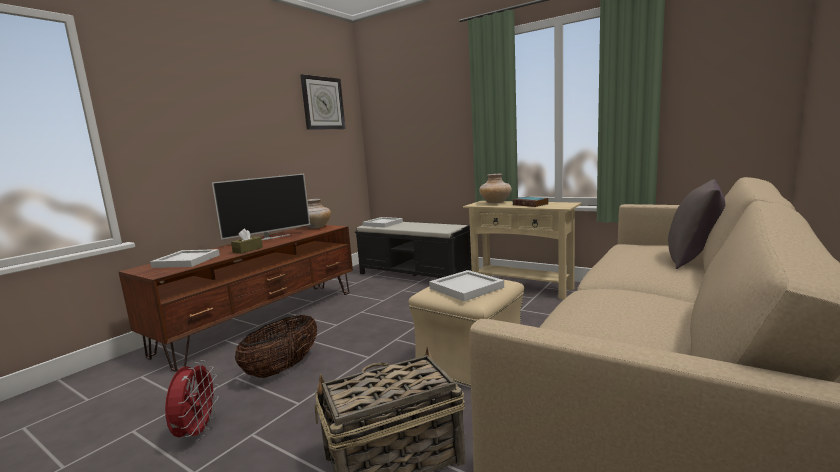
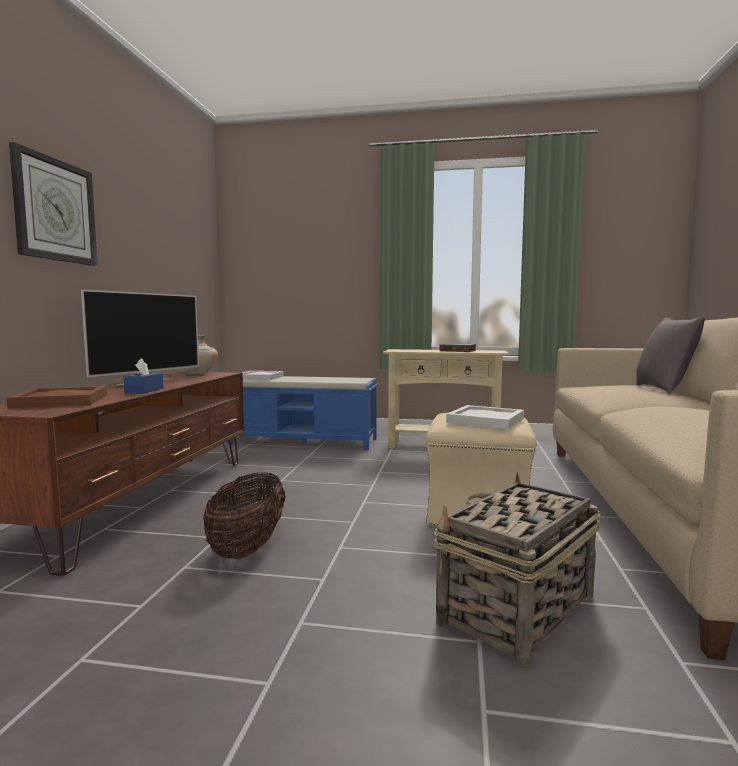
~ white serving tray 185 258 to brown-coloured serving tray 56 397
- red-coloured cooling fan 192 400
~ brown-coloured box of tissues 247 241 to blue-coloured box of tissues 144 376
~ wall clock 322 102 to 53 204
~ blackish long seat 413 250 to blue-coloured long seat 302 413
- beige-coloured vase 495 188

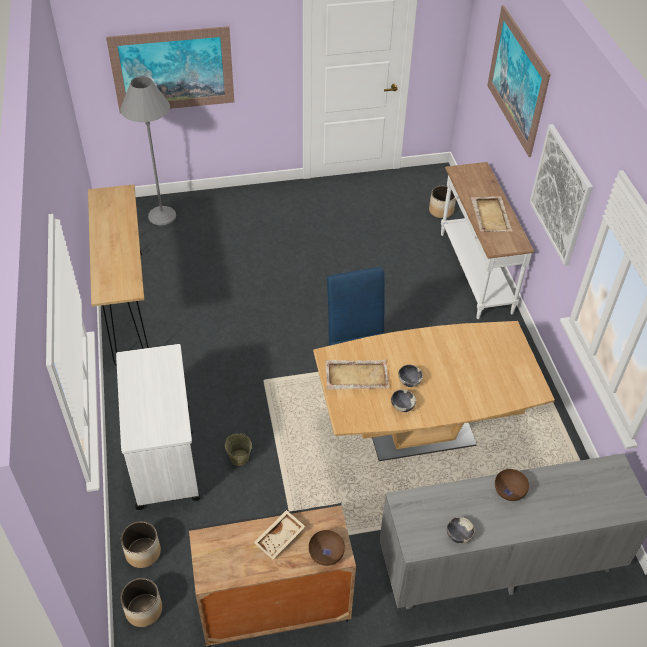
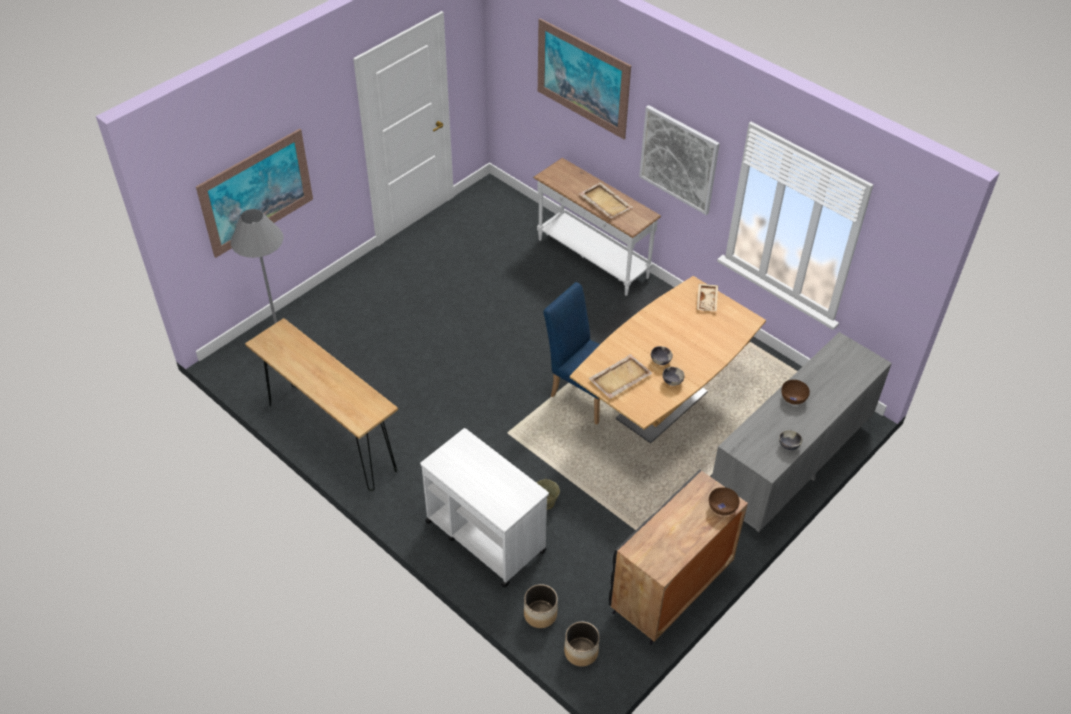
~ beige-coloured serving tray 280 535 to 707 297
- plant pot 442 202

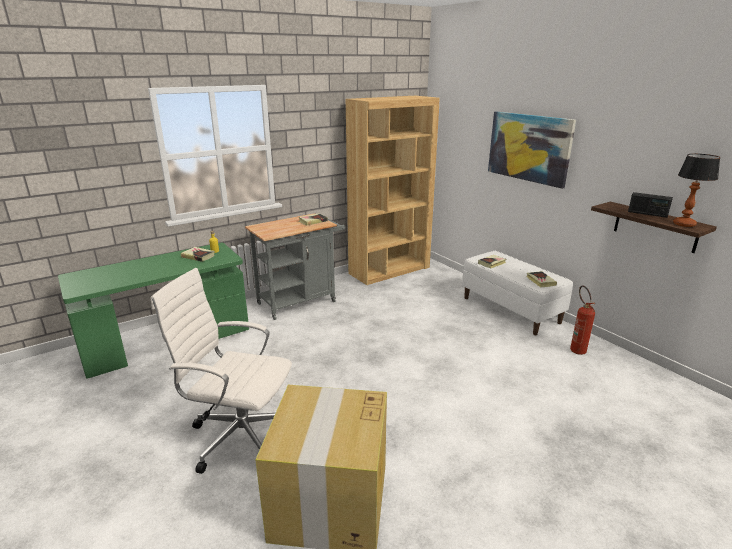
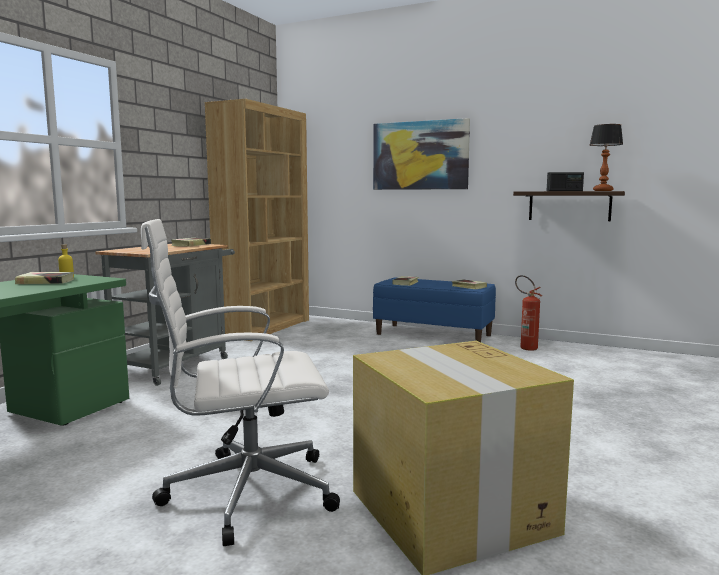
~ white long seat 517 293 to blue-coloured long seat 434 310

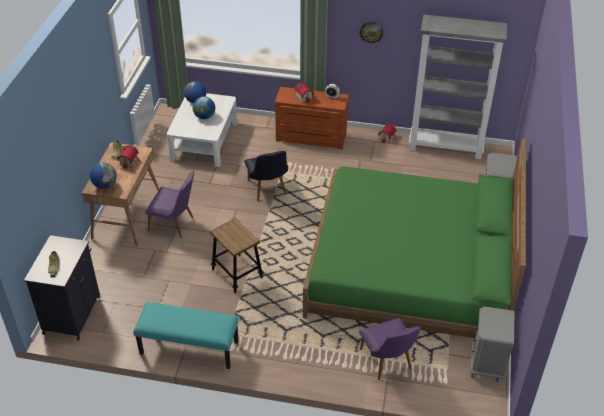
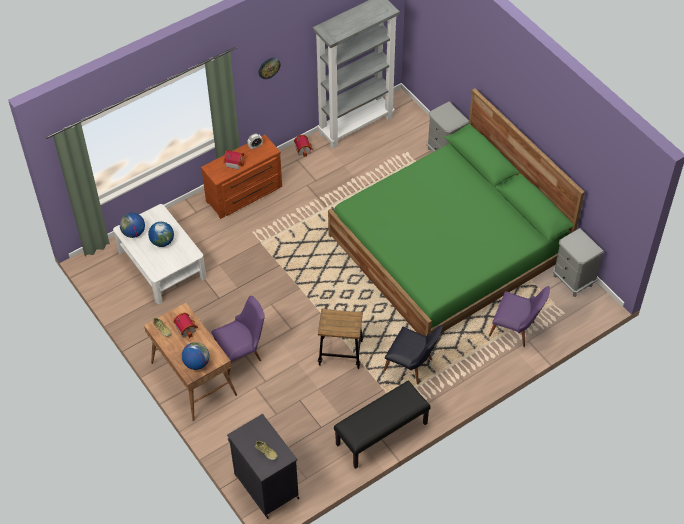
~ turquoise long seat 186 335 to blackish long seat 382 425
~ blackish chair 266 176 to 413 354

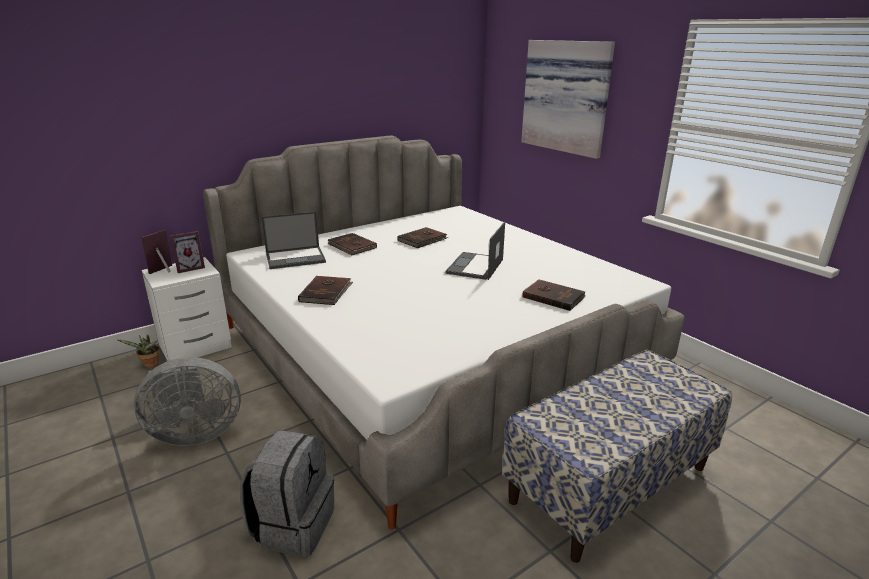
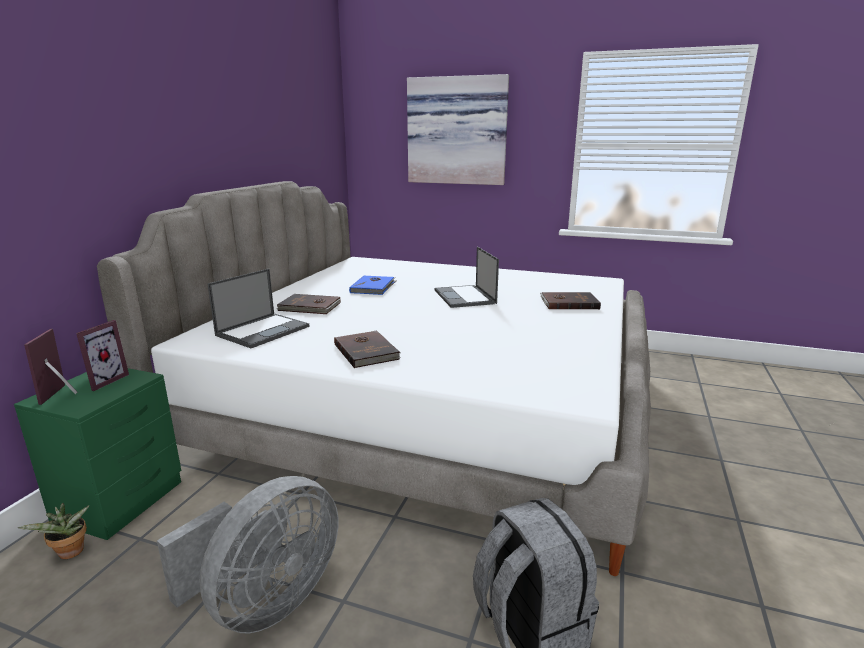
~ white night table 187 309 to greenish night table 97 454
~ brown-coloured book 422 237 to blue-coloured book 372 285
- long seat 617 456

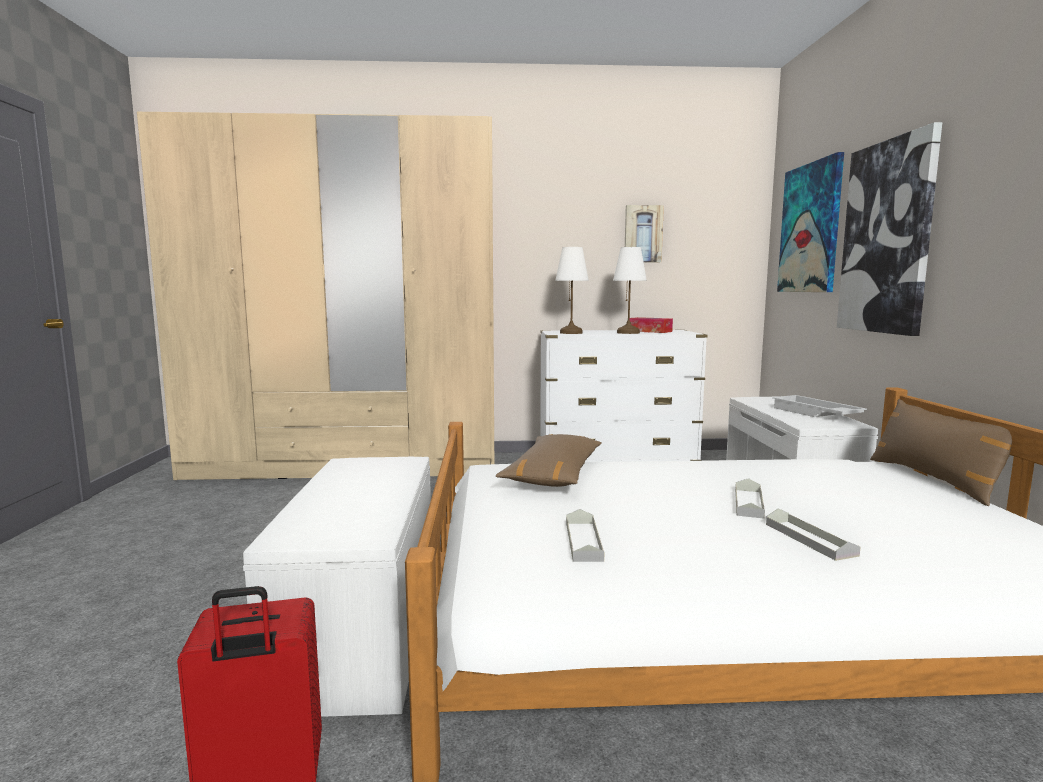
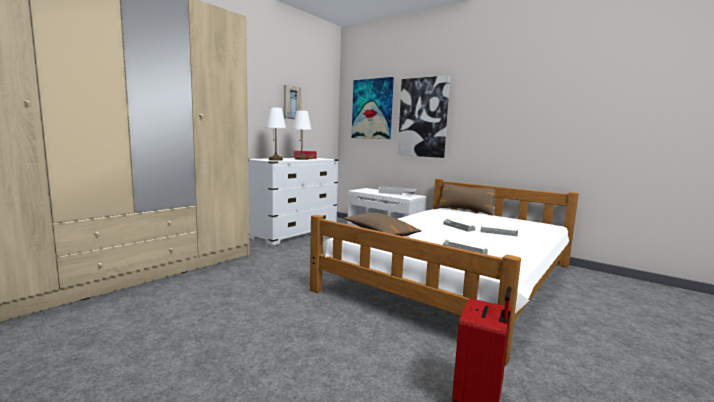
- white long seat 337 587

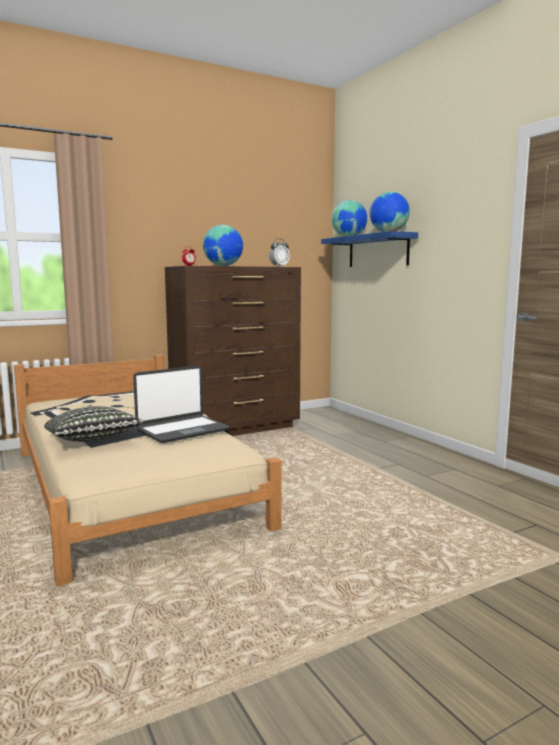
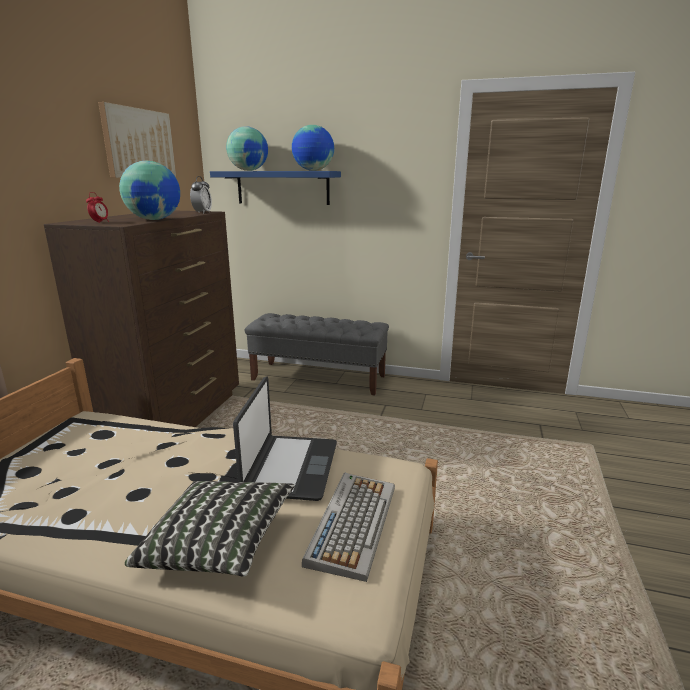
+ wall picture 137 140
+ gray long seat 317 354
+ computer keyboard 348 527

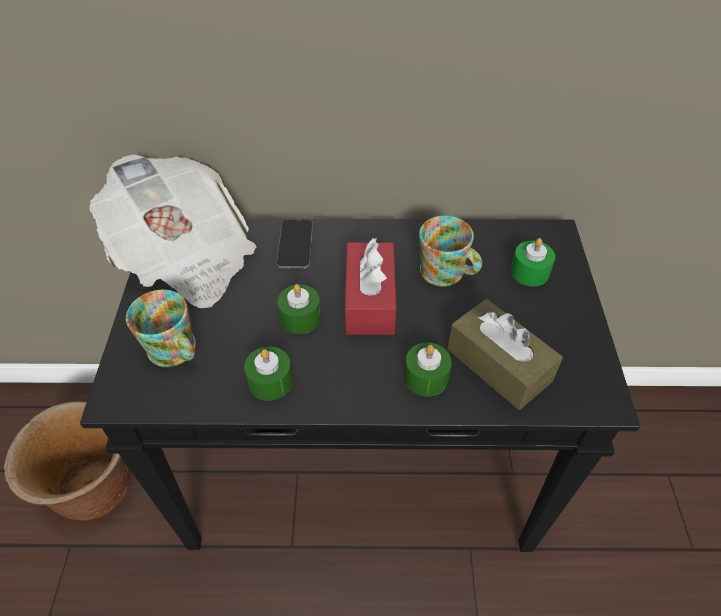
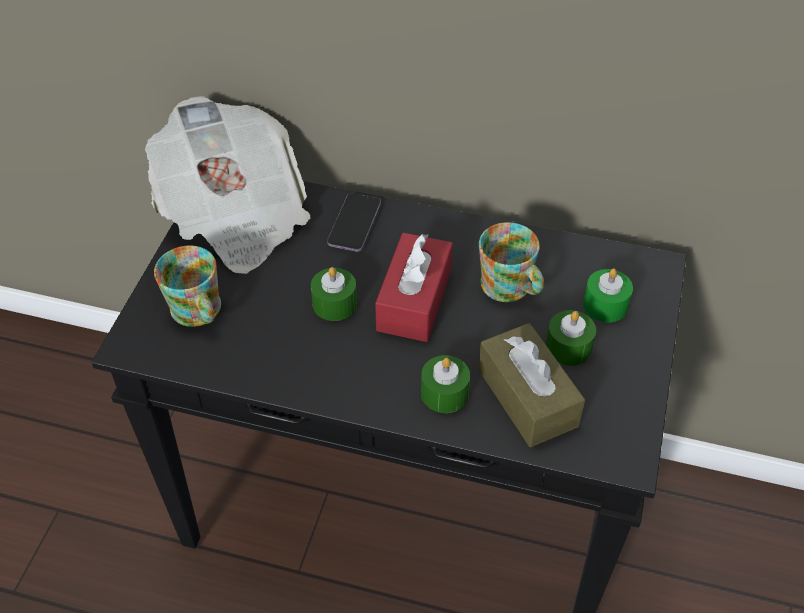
- brown-coloured plant pot 67 461
~ greenish wax light 268 374 to 571 338

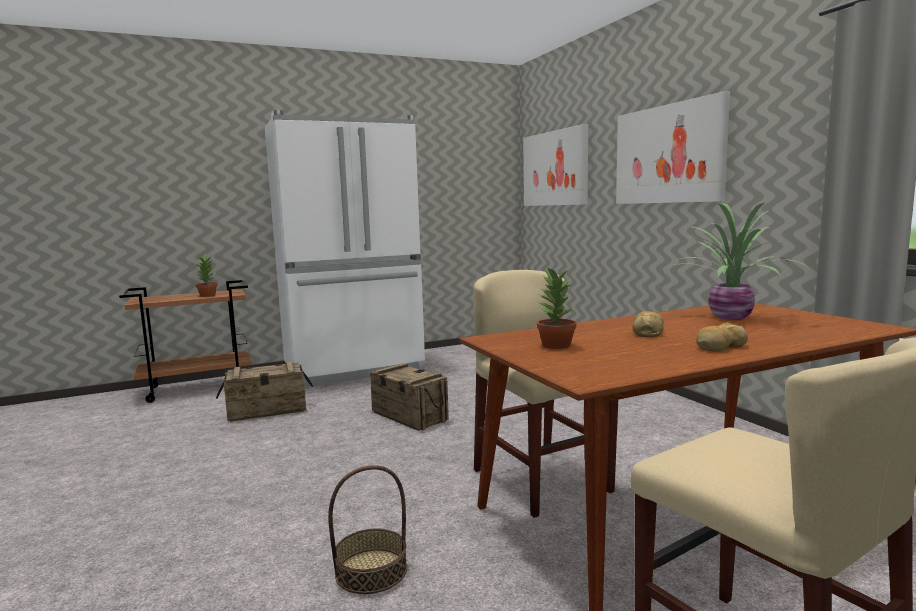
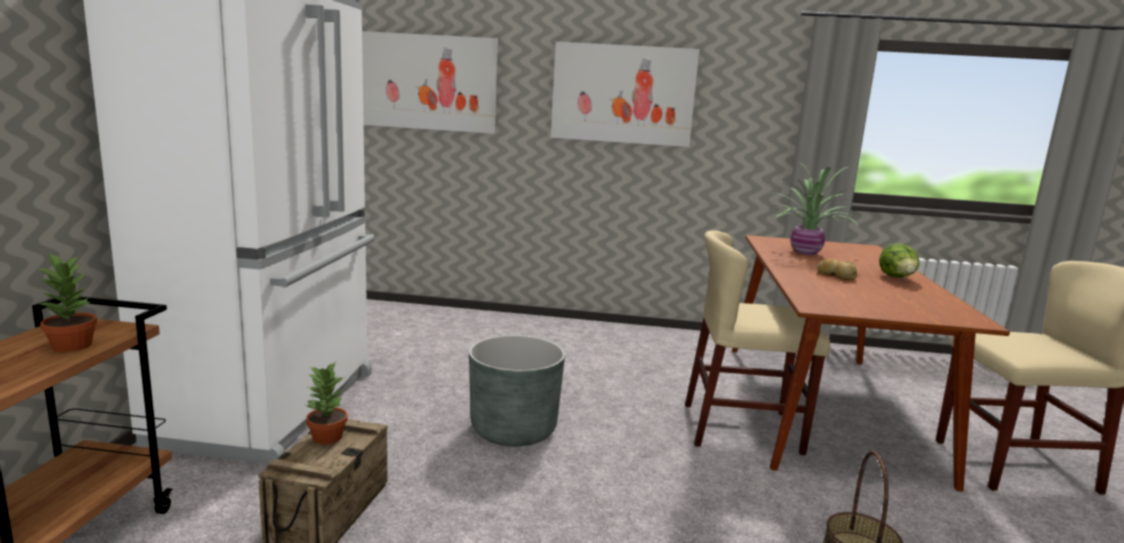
~ shipping crate 409 397 to gray plant pot 517 390
~ houseplant 556 307 to 327 403
~ bakery bread 722 337 to lettuce head 899 260

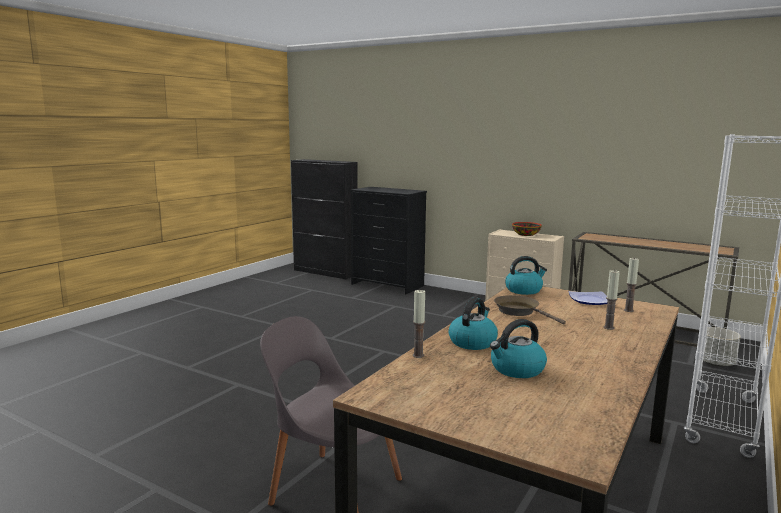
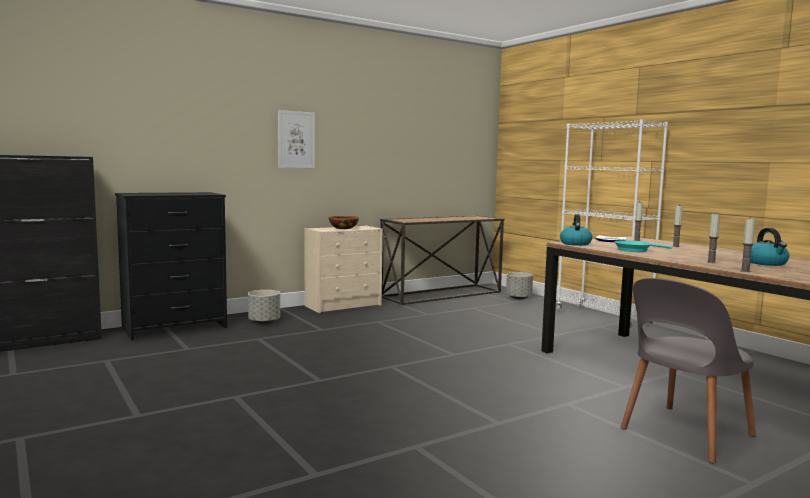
~ tea kettle 473 323 to wax light 713 238
~ brown-coloured frying pan 530 309 to turquoise frying pan 643 246
+ gray plant pot 264 307
+ wall picture 296 139

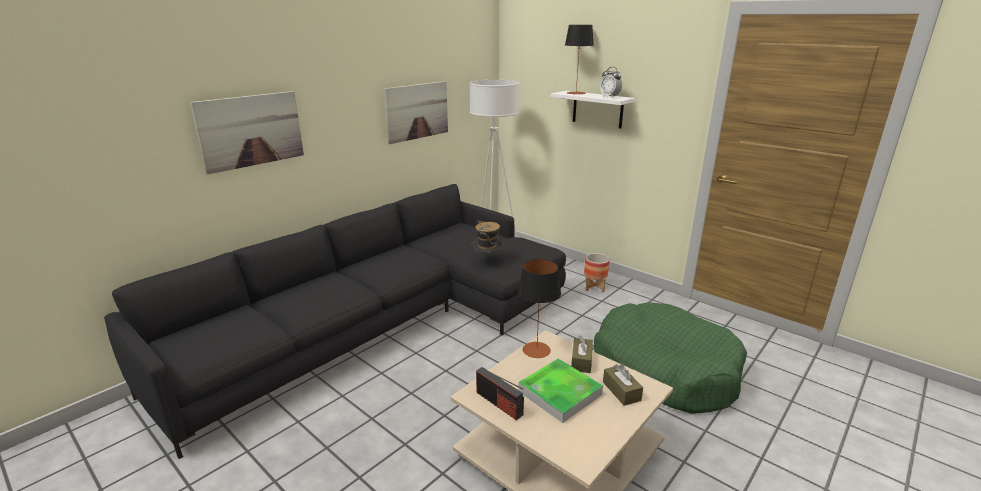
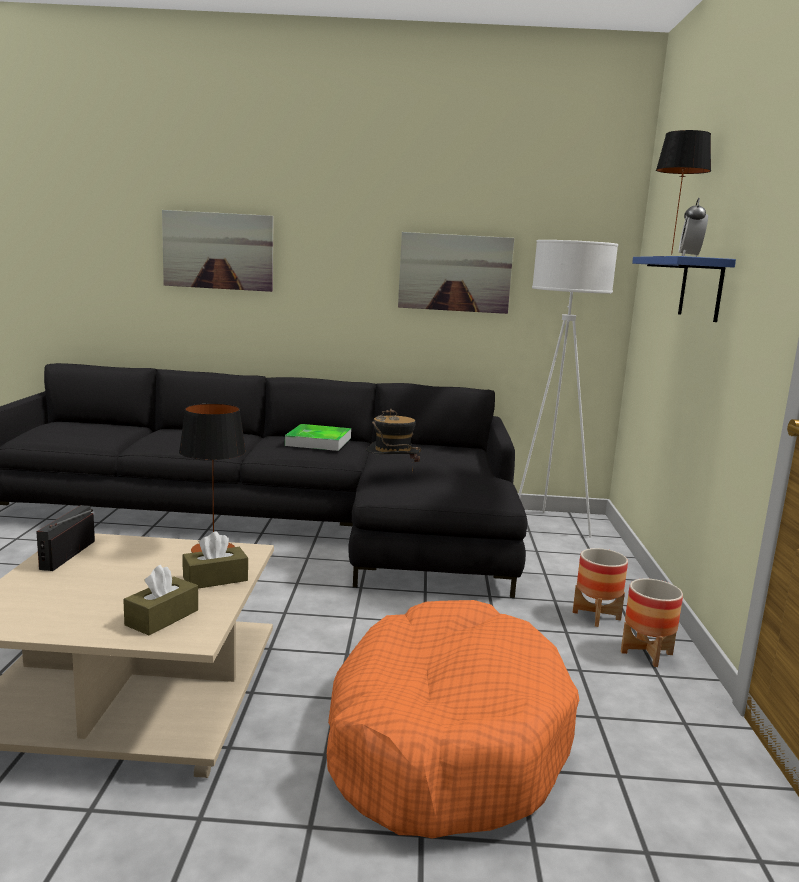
~ serving tray 560 391 to 318 437
~ white wall shelf 593 110 to blue-coloured wall shelf 684 289
~ greenish dog cushion 670 358 to orange-coloured dog cushion 453 719
+ plant pot 652 622

